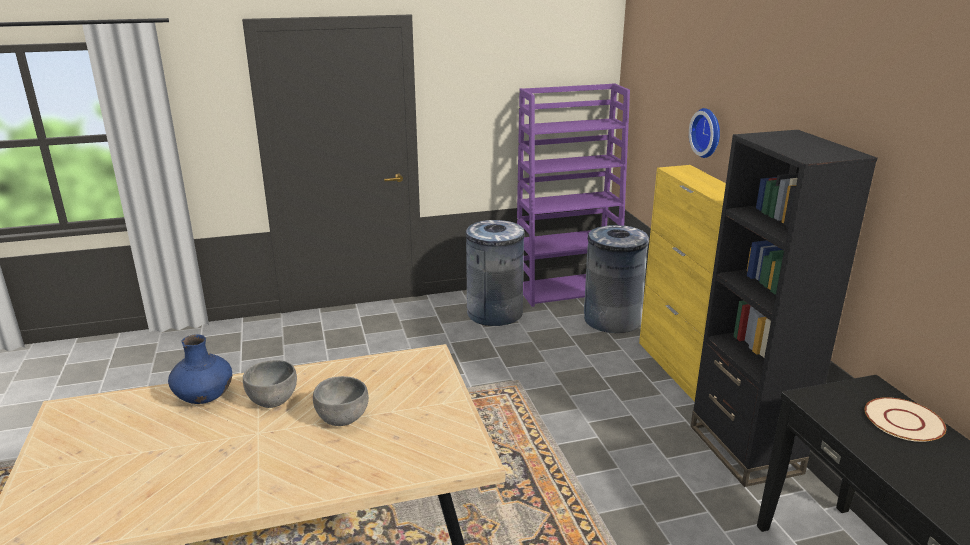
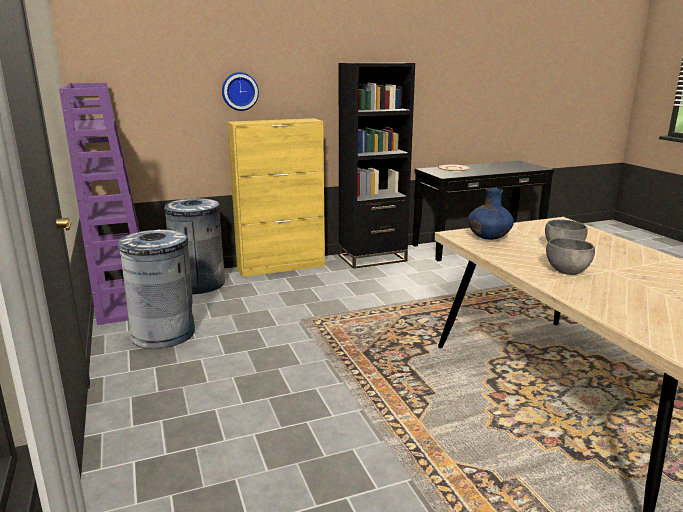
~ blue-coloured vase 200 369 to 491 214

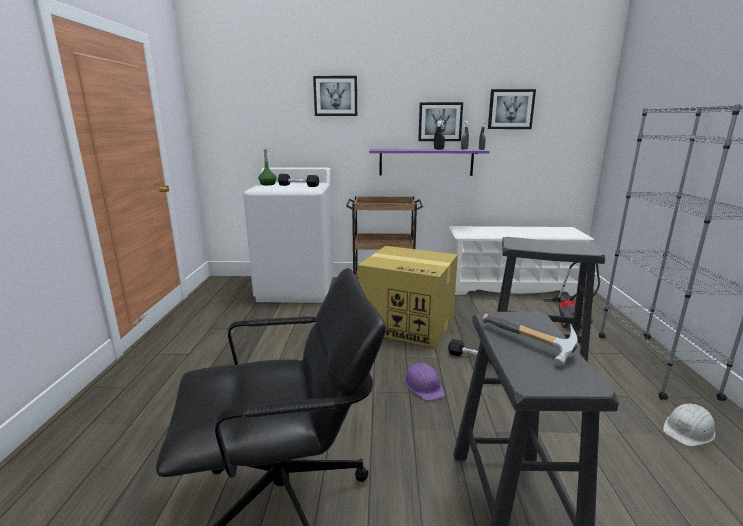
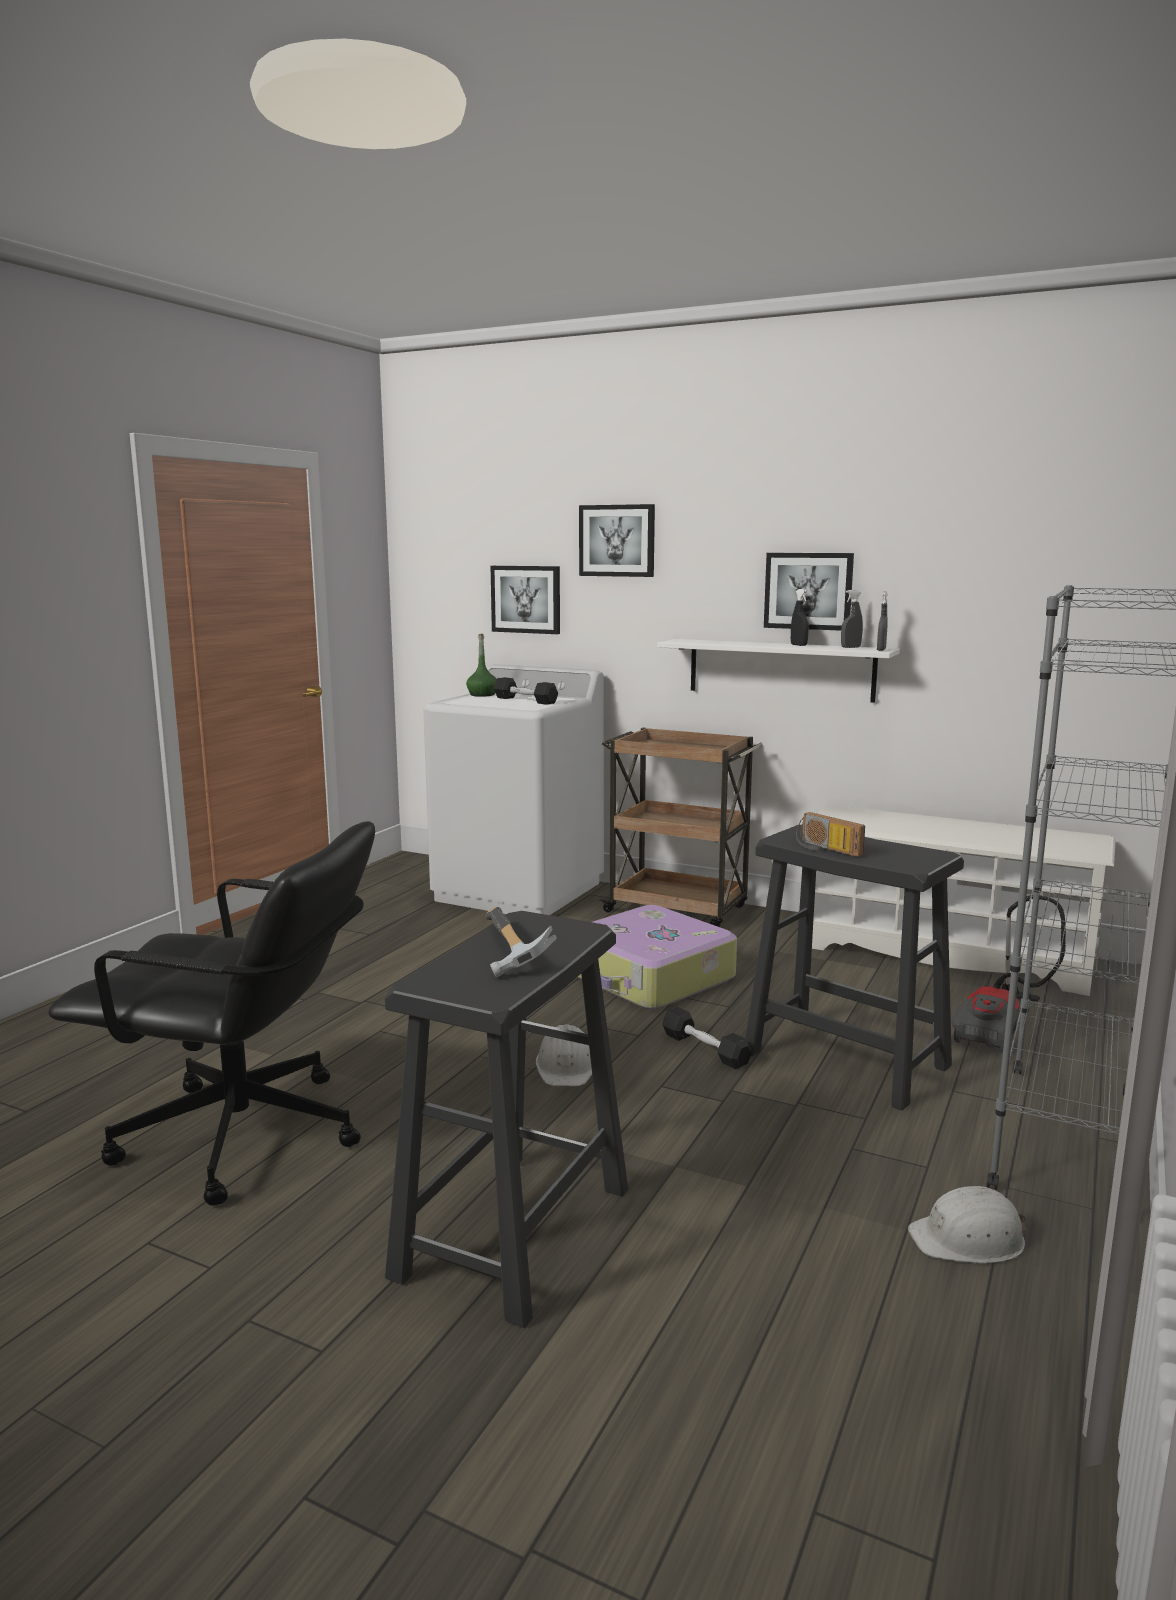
~ packing box 408 297 to travel case 657 957
~ purple-coloured wall shelf 429 162 to white wall shelf 778 671
~ purple-coloured work helmet 424 382 to white work helmet 564 1055
~ wall picture 512 109 to 525 600
+ radio 830 834

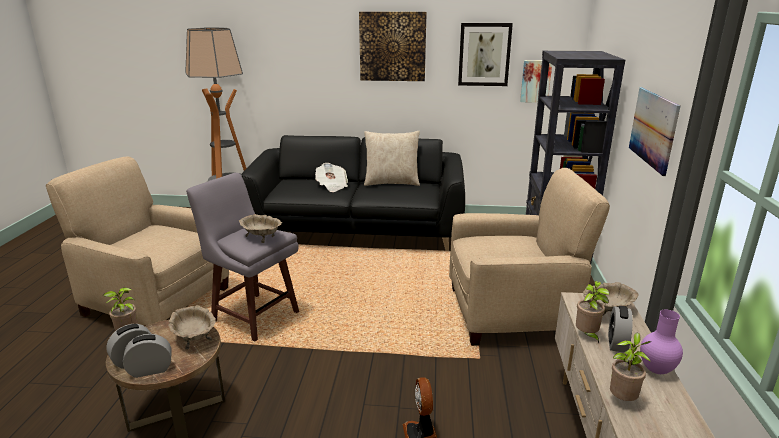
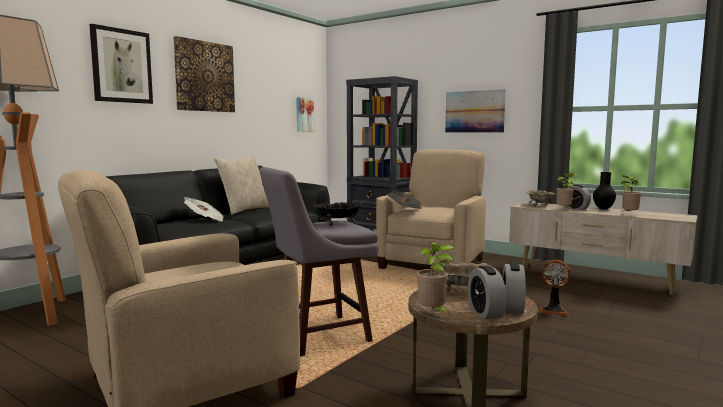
~ beige-coloured bowl 260 228 to blackish bowl 338 213
~ wall picture 485 54 to 121 64
~ purple-coloured vase 661 341 to blackish vase 604 190
+ printed paper 404 200

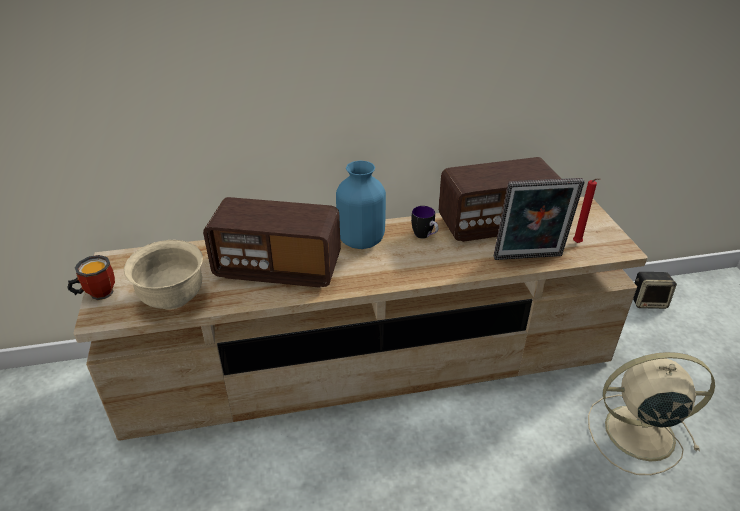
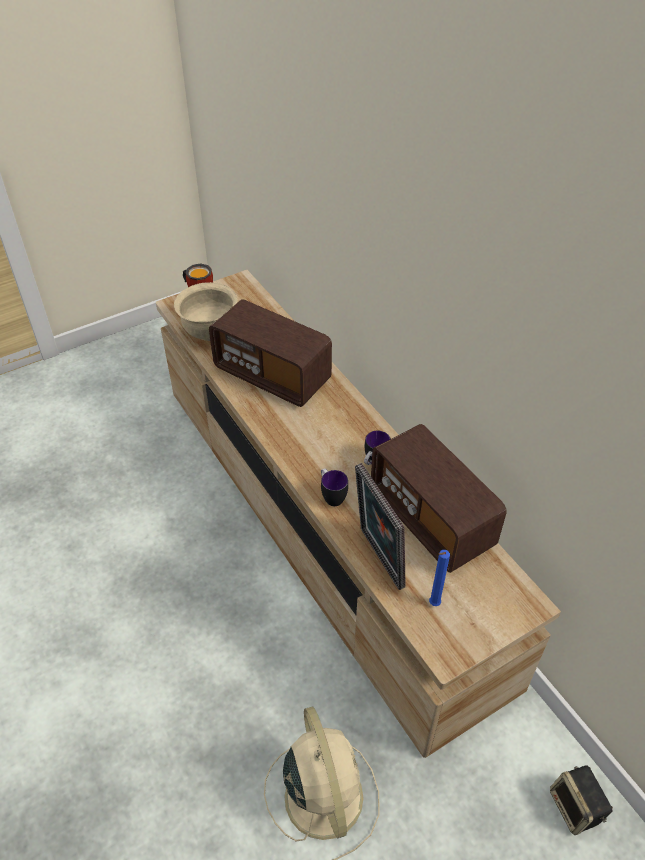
~ radio 272 242 = 270 353 45 degrees counterclockwise
- blue-coloured vase 361 205
~ red-coloured wax light 586 210 to blue-coloured wax light 439 578
+ tea mug 334 487

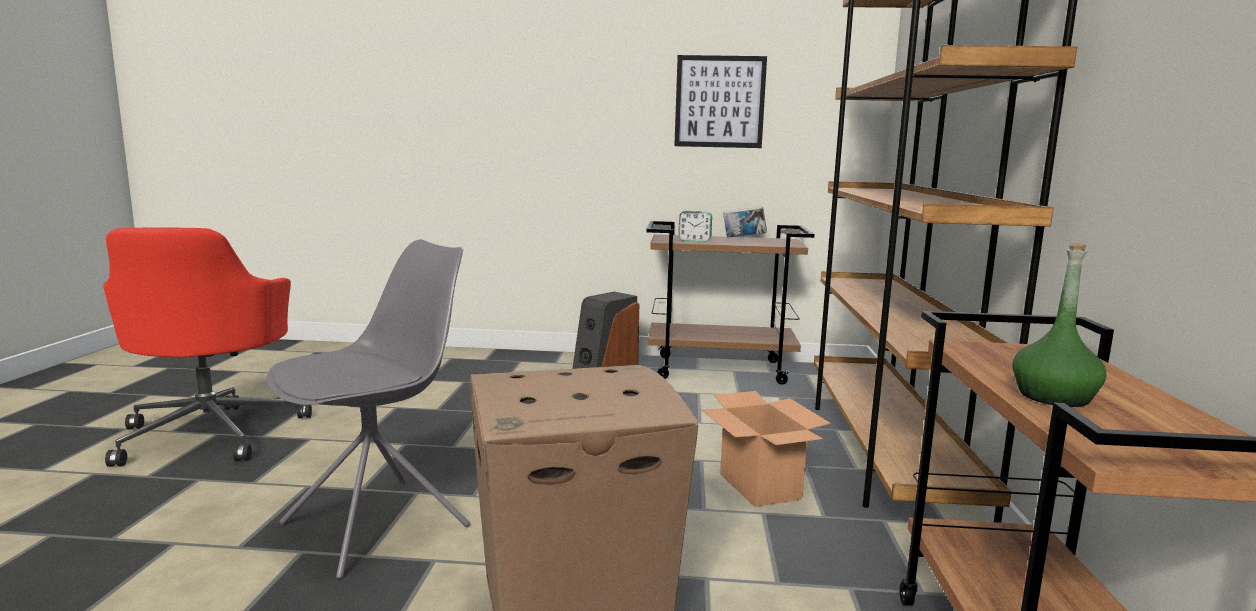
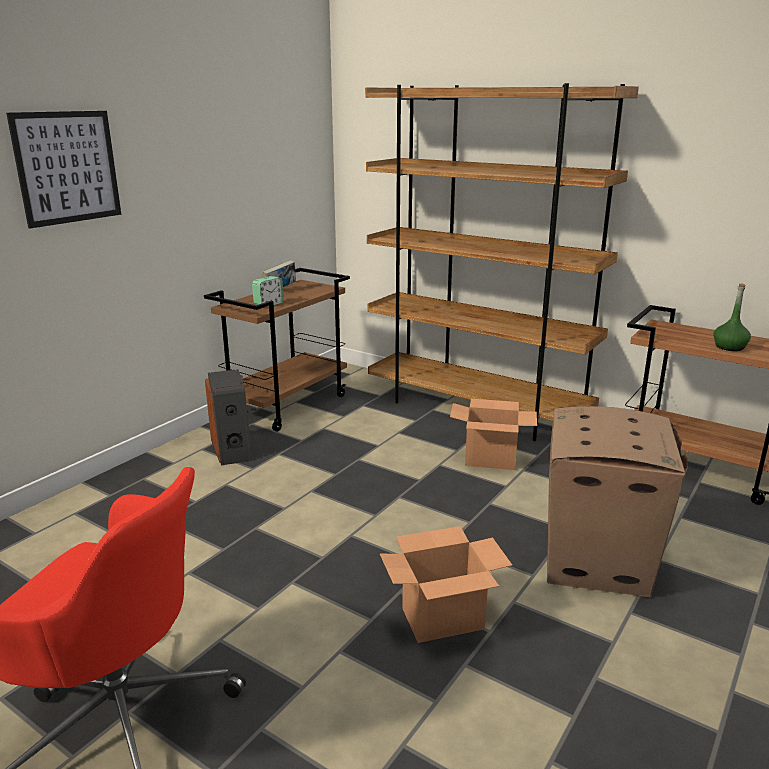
~ gray chair 368 409 to packing box 446 584
~ wall picture 720 101 to 63 169

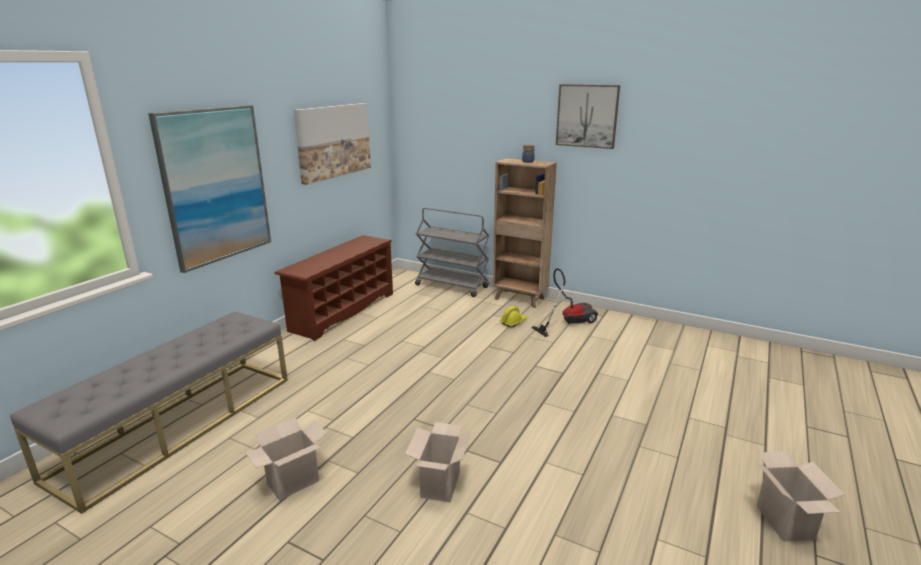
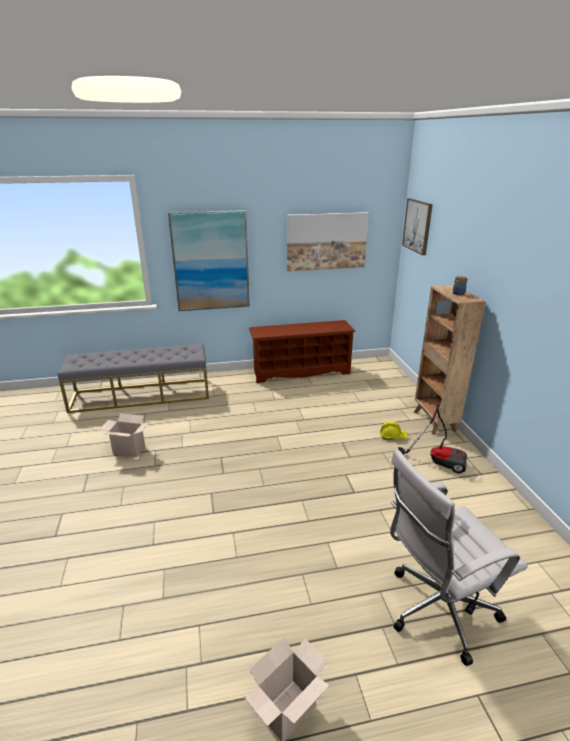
- packing box 438 462
- gray wheeled cart 452 252
~ wall picture 588 116 to 417 226
+ white desk chair 459 557

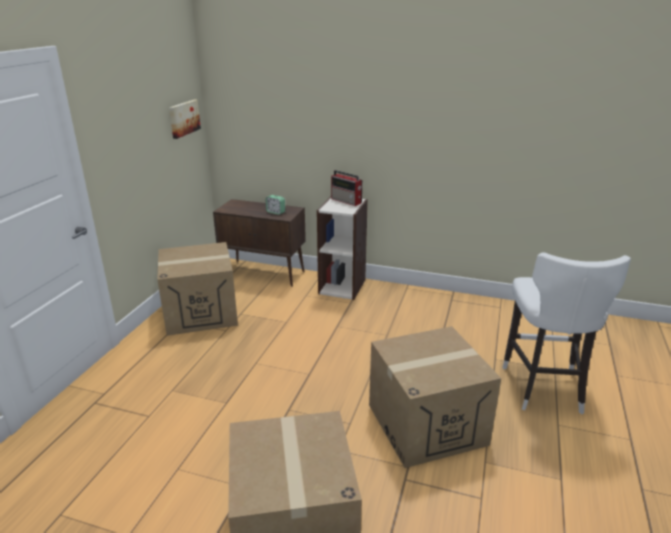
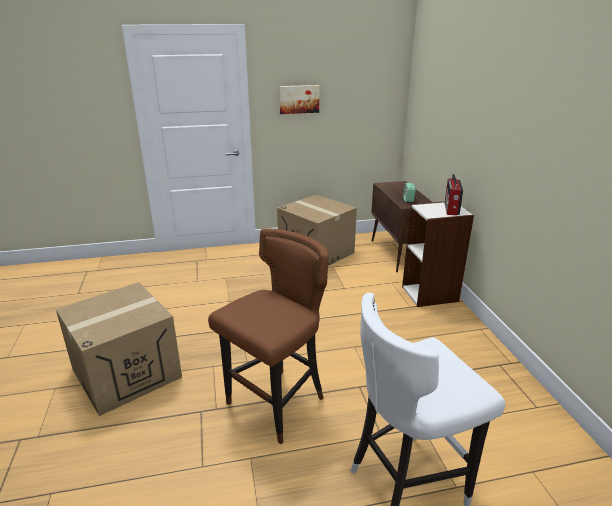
~ wall picture 185 119 to 299 99
~ packing box 435 397 to brown-coloured stool 268 336

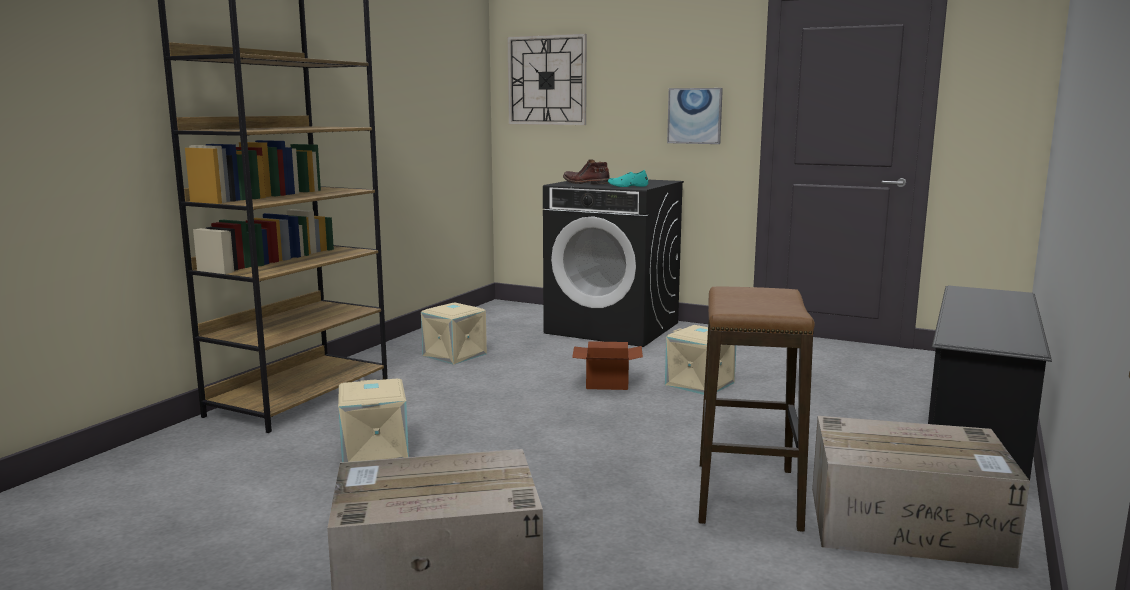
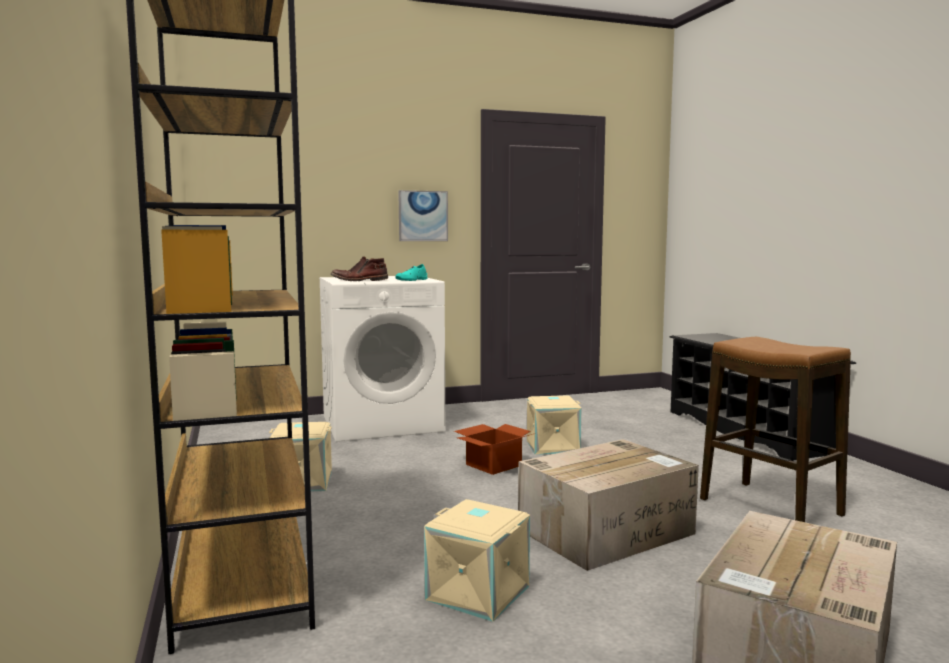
- wall clock 547 79
~ blackish laundry appliance 613 263 to white laundry appliance 382 359
~ packing box 921 492 to 608 505

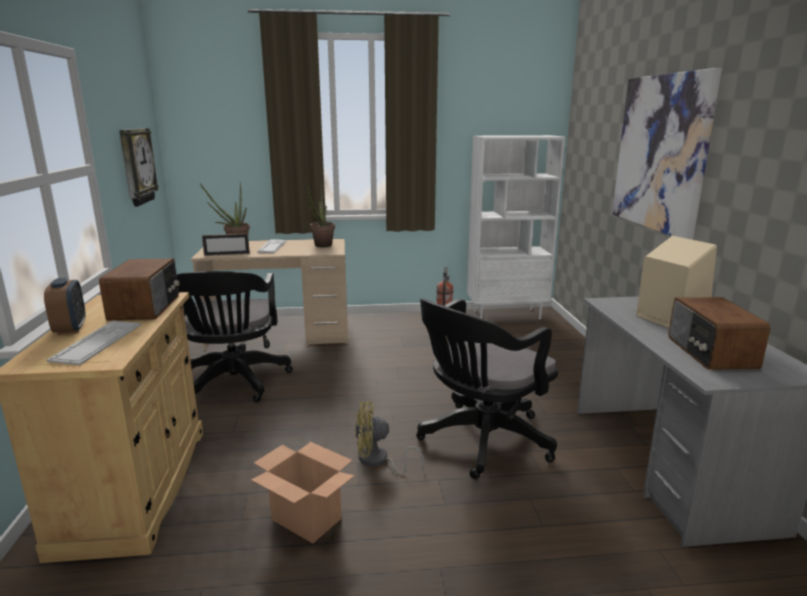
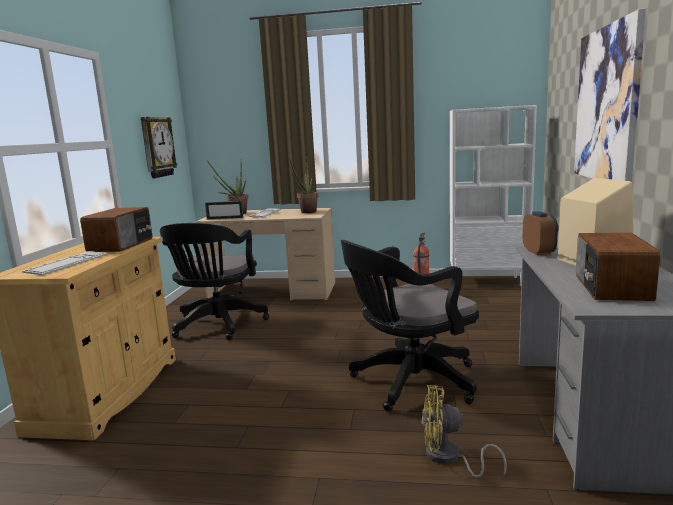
~ bedside clock 64 306 to 540 233
- packing box 302 492
~ yellow cooling fan 389 438 to 464 431

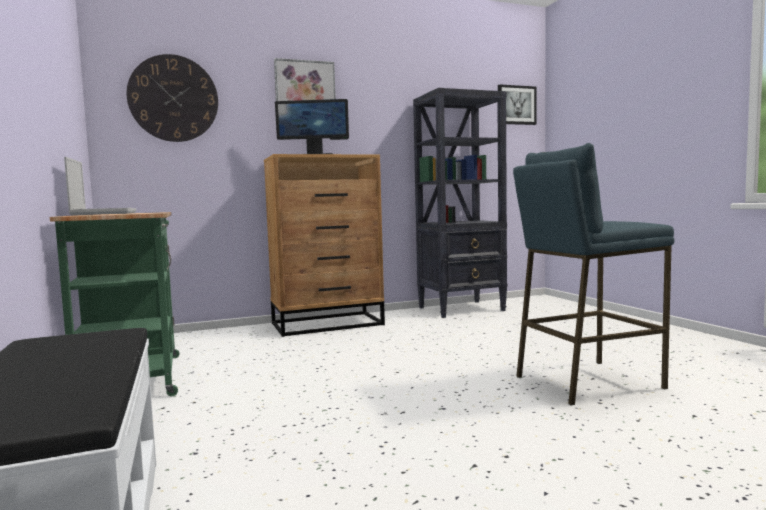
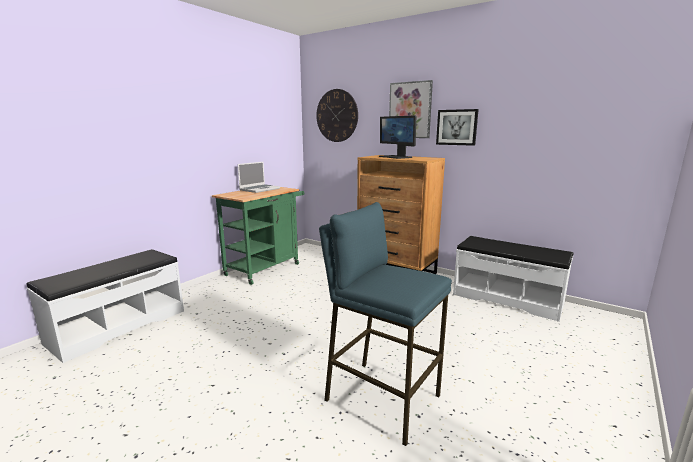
~ blackish shelving unit 460 203 to white long seat 513 279
~ wall picture 517 105 to 457 127

